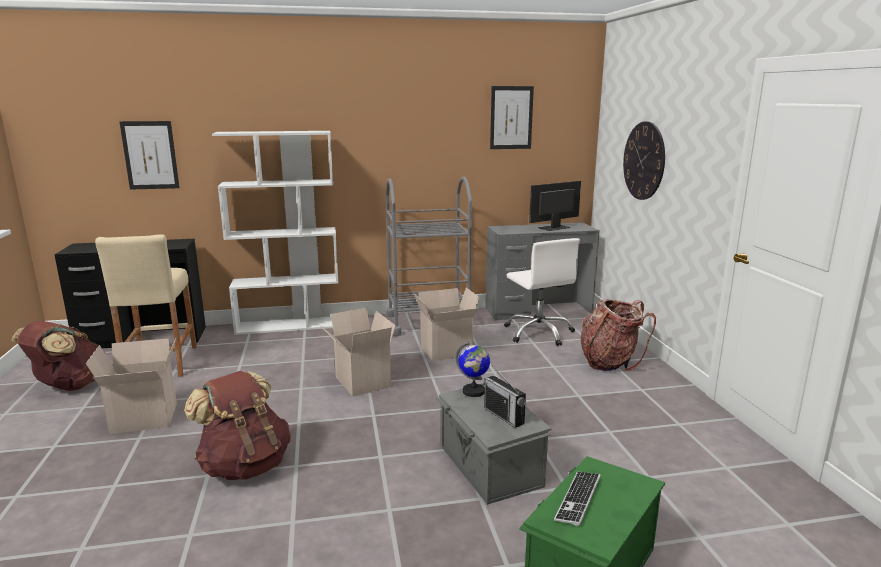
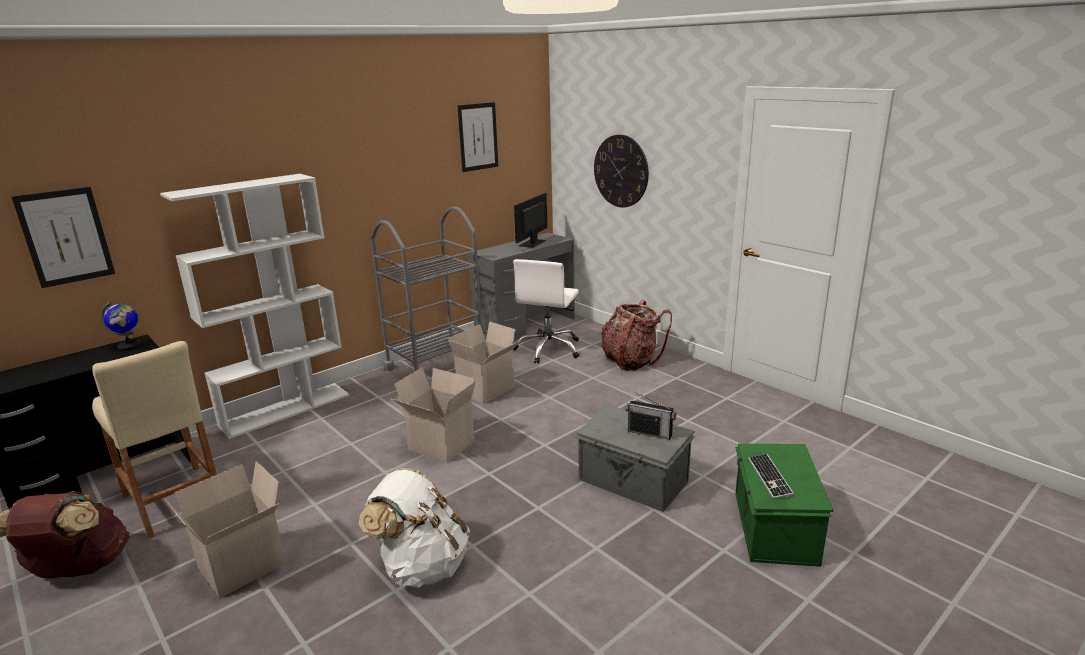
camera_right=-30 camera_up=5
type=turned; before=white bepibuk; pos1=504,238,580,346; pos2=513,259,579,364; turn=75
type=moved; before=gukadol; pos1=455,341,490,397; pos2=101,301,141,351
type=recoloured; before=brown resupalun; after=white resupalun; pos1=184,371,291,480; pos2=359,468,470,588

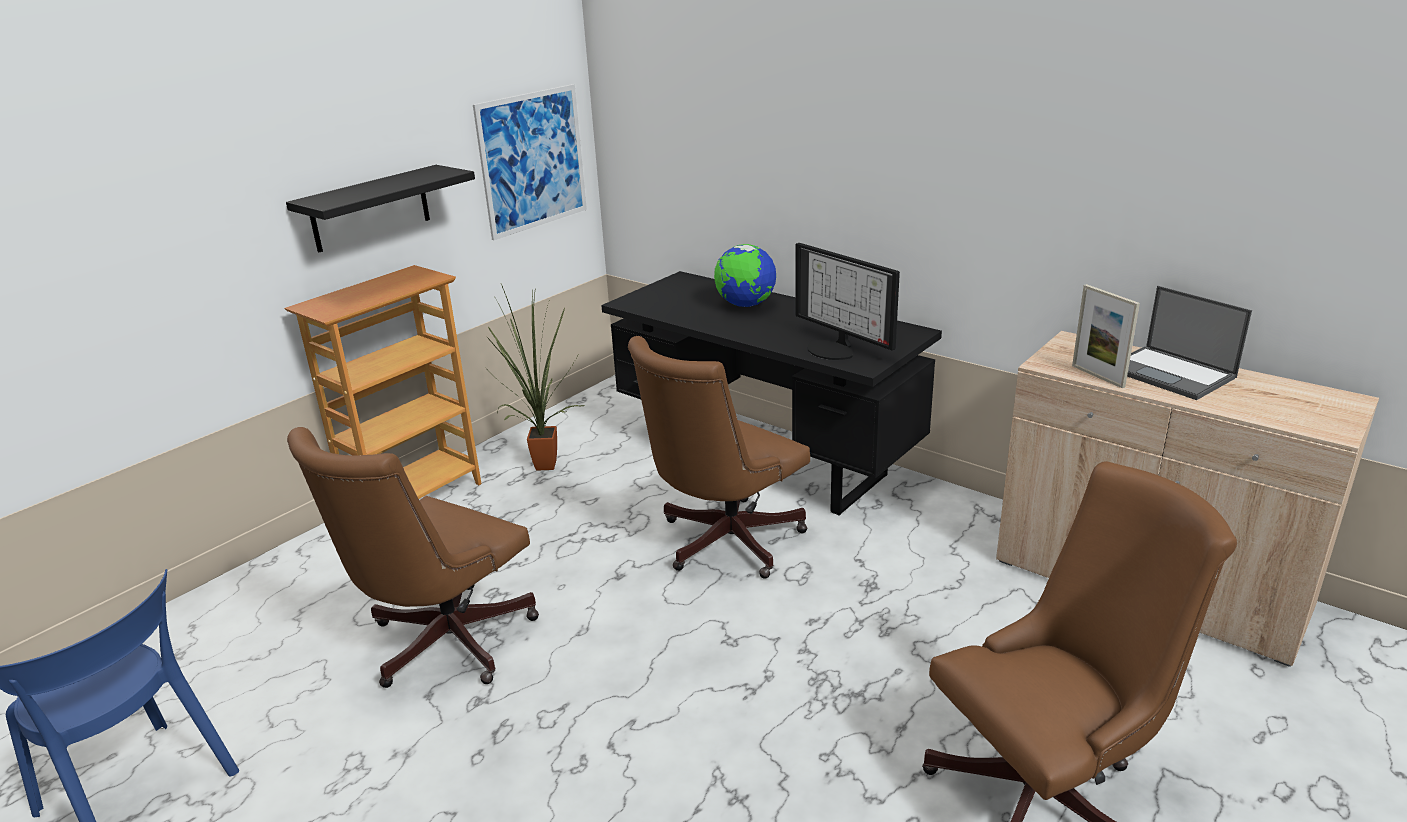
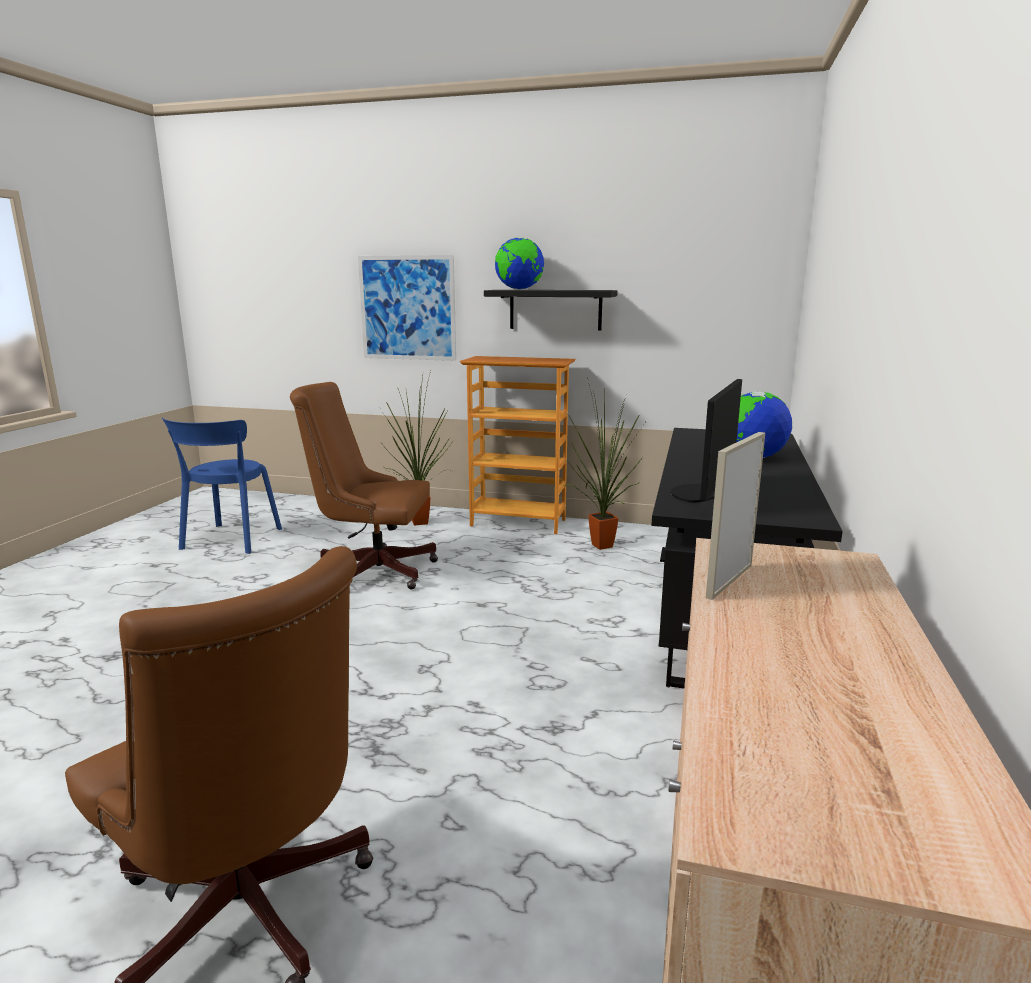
camera_right=65 camera_up=-10
type=moved; before=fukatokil; pos1=473,84,587,240; pos2=358,255,456,361
type=removed; before=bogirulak; pos1=1127,286,1252,400
type=removed; before=brown bepibuk; pos1=628,336,810,579
type=added; after=gukadol; pos2=495,237,544,290
type=added; after=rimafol; pos2=379,371,453,525

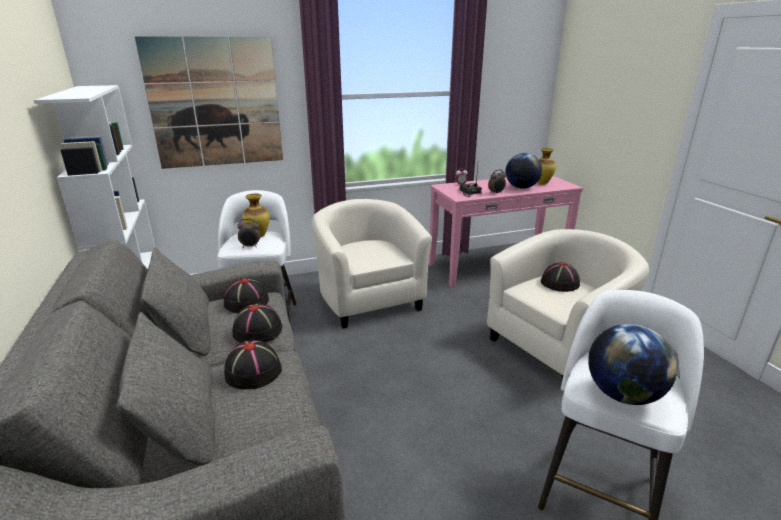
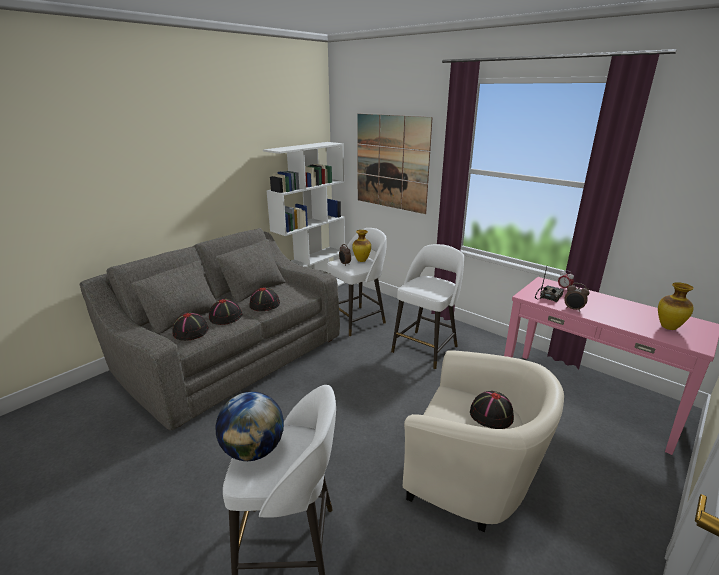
camera_right=60 camera_up=0
type=removed; before=gukadol; pos1=506,153,542,189
type=replaced; before=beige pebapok; after=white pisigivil; pos1=312,199,432,328; pos2=391,244,464,369
type=moved; before=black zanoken; pos1=224,278,269,313; pos2=172,312,209,341

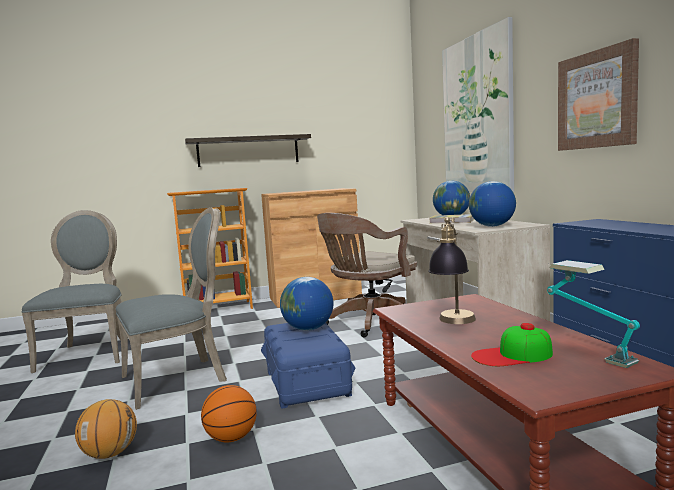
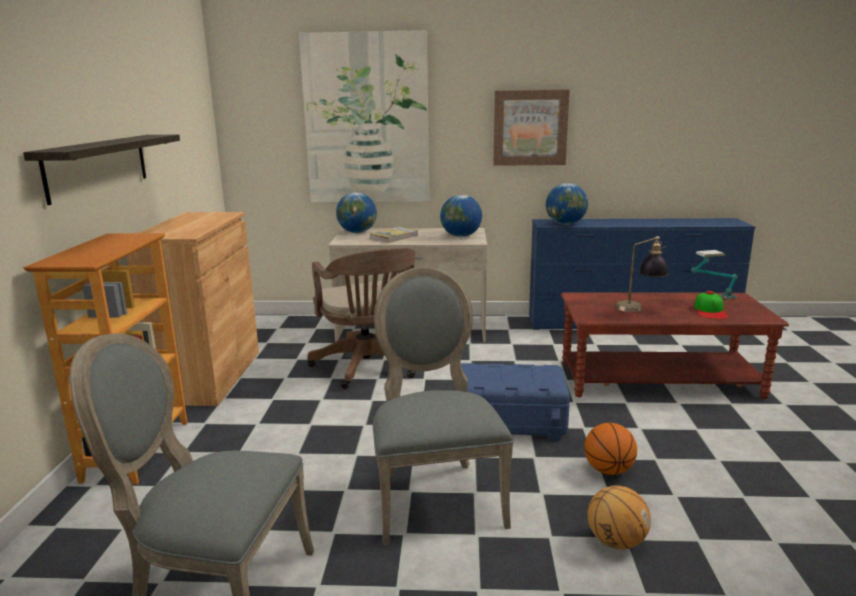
camera_right=-70 camera_up=10
type=moved; before=gukadol; pos1=280,277,333,331; pos2=546,183,588,225

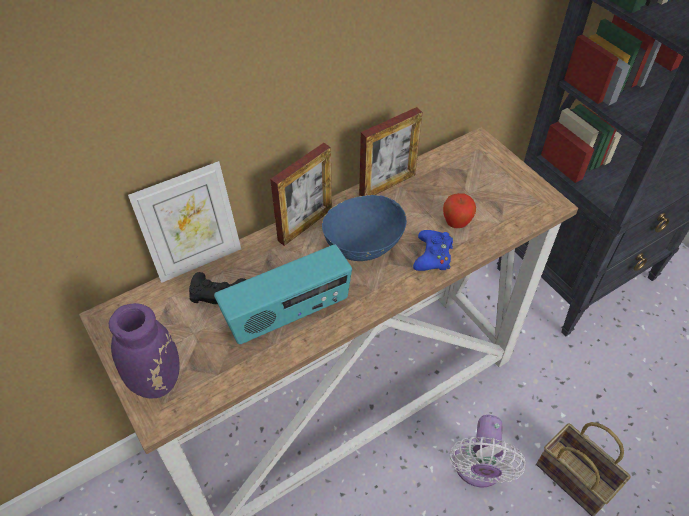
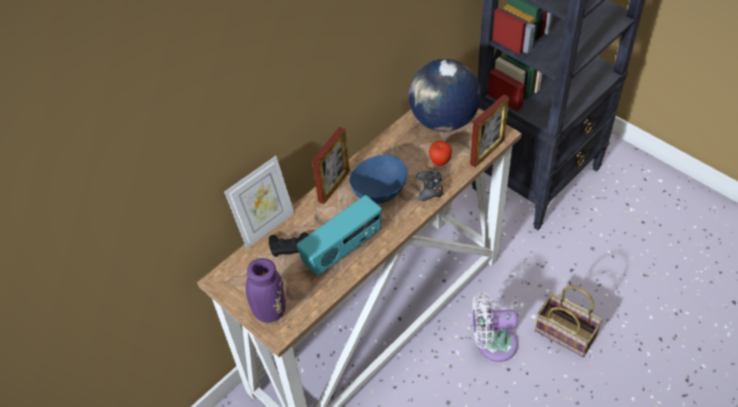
camera_right=-10 camera_up=0
type=moved; before=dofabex; pos1=359,107,423,196; pos2=470,94,509,168
type=recoloured; before=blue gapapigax; after=black gapapigax; pos1=413,230,453,271; pos2=416,170,444,201
type=turned; before=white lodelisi; pos1=449,415,526,488; pos2=472,293,518,362; turn=90
type=added; after=gukadol; pos2=408,59,481,132

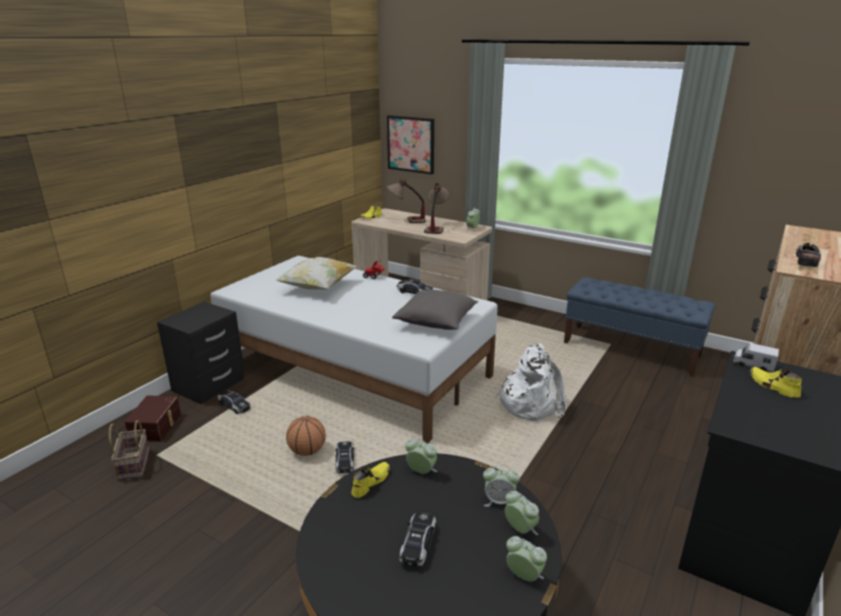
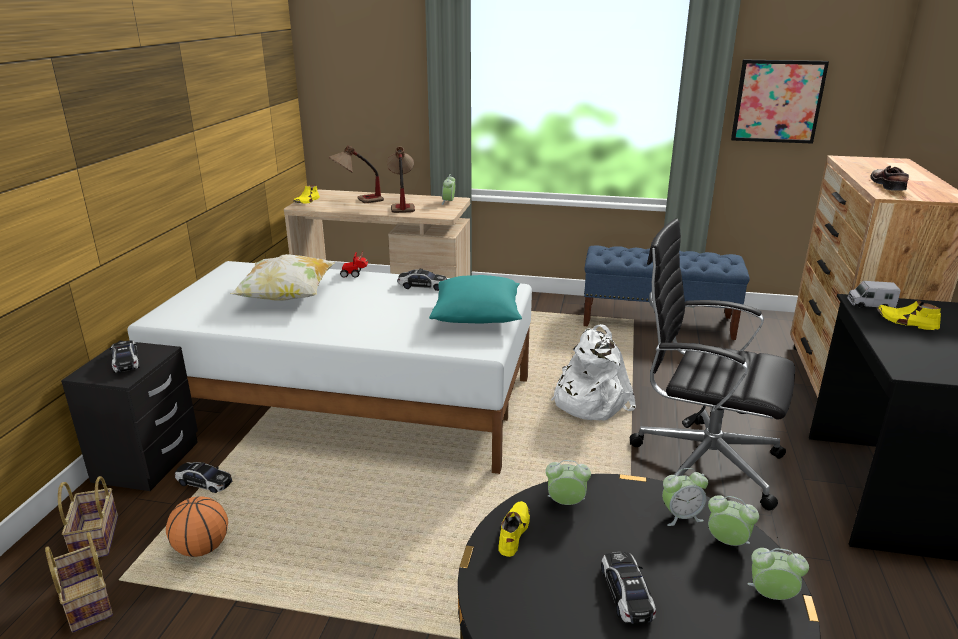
camera_right=-20 camera_up=0
type=moved; before=fukatokil; pos1=387,115,434,174; pos2=731,59,829,144
type=recoloured; before=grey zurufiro; after=turquoise zurufiro; pos1=392,289,478,330; pos2=429,275,522,323
type=replaced; before=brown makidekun; after=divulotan; pos1=124,395,181,441; pos2=58,476,118,557
type=moved; before=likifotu; pos1=286,416,326,456; pos2=166,496,228,557
type=moved; before=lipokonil; pos1=335,442,354,474; pos2=109,340,140,373
type=added; after=black bepibuk; pos2=630,219,795,510

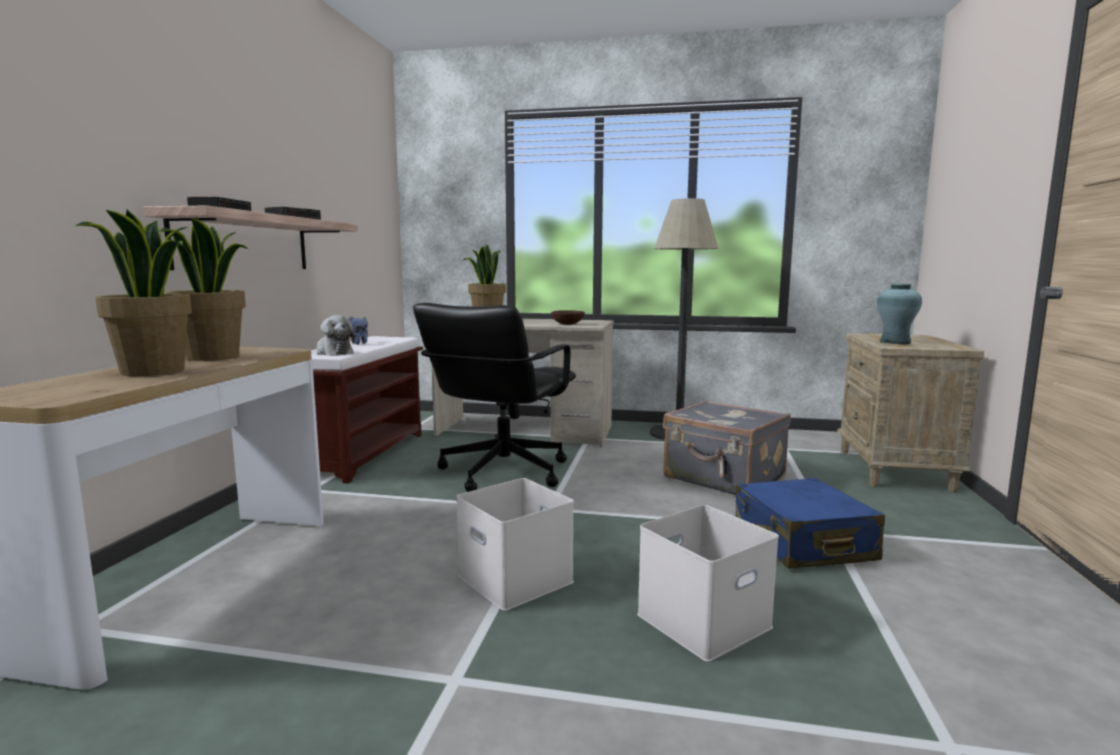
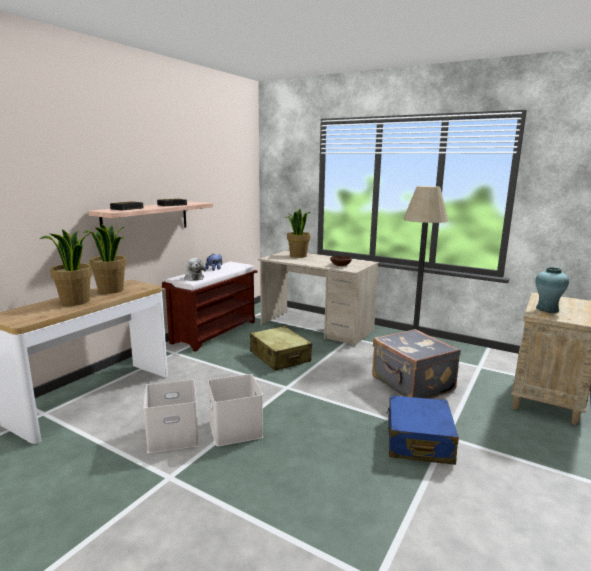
camera_right=20 camera_up=5
type=replaced; before=black bepibuk; after=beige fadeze; pos1=413,303,576,492; pos2=250,326,312,371
type=moved; before=white makidekun; pos1=637,505,779,662; pos2=143,379,199,453

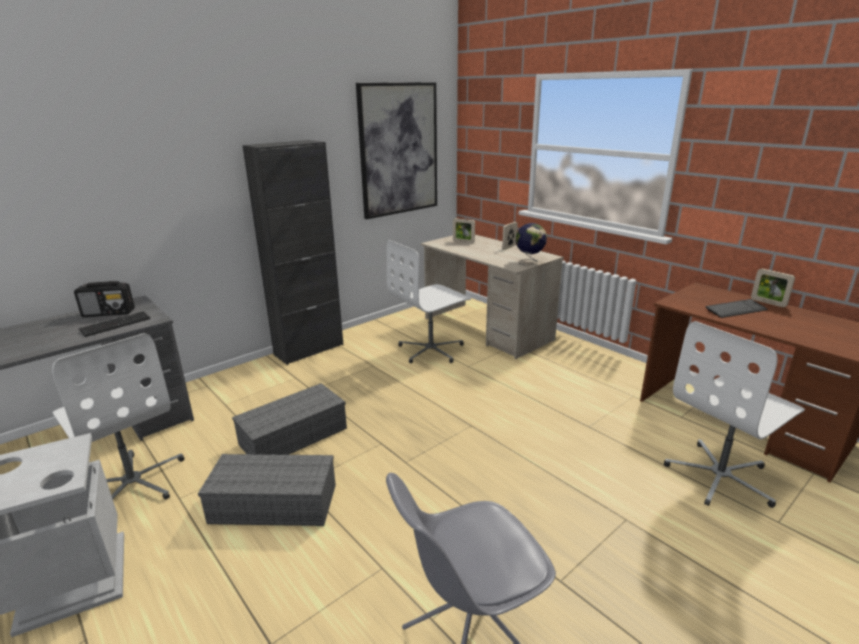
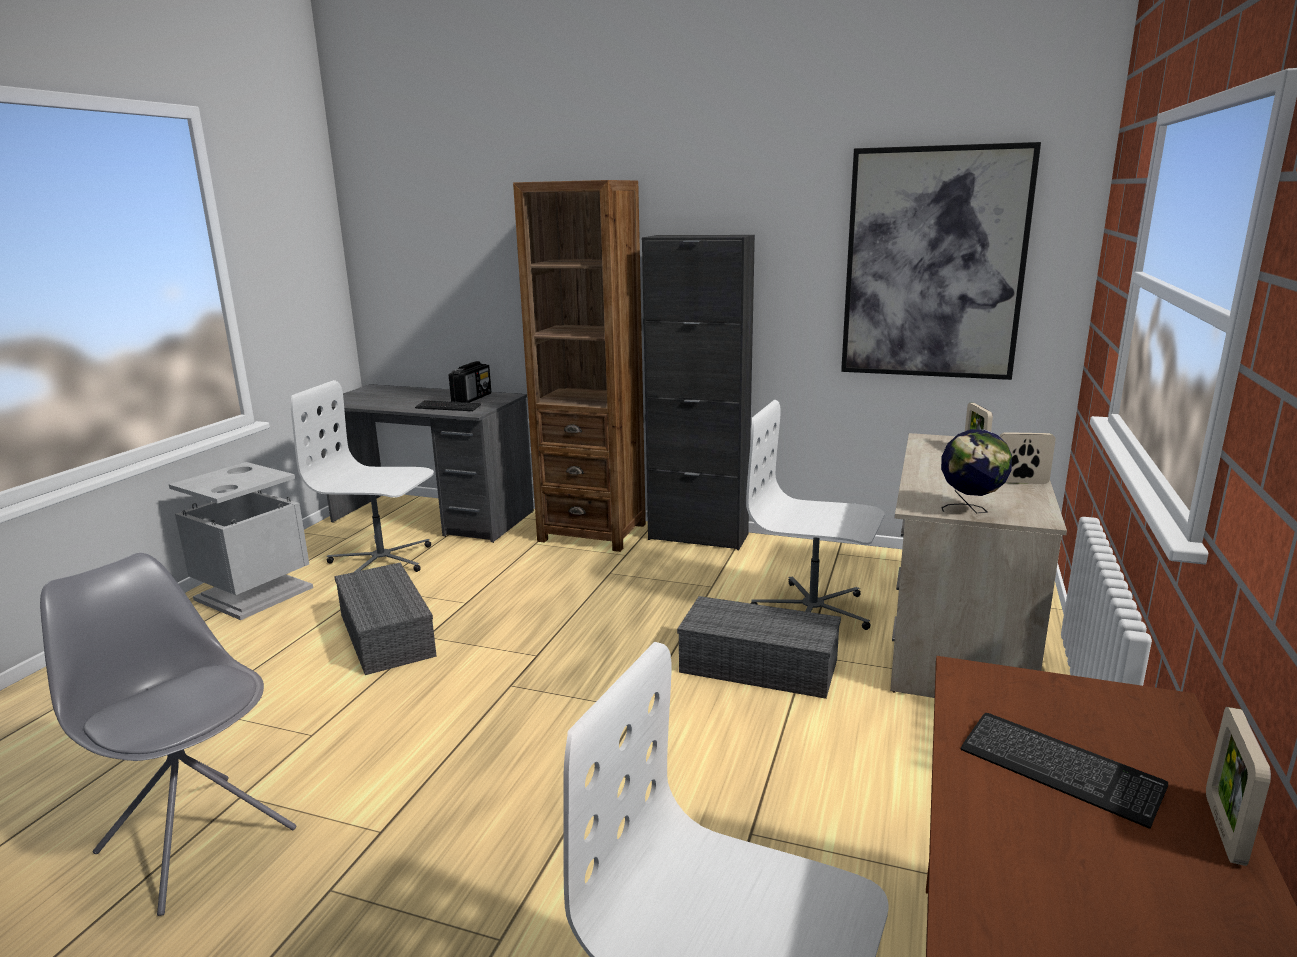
camera_right=60 camera_up=-5
type=turned; before=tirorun; pos1=74,281,135,317; pos2=449,361,491,403; turn=-120
type=turned; before=white bepibuk; pos1=52,333,185,500; pos2=291,380,434,572; turn=90
type=moved; before=grey makidekun; pos1=232,383,347,455; pos2=677,596,841,699
type=added; after=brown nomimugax; pos2=513,180,646,552

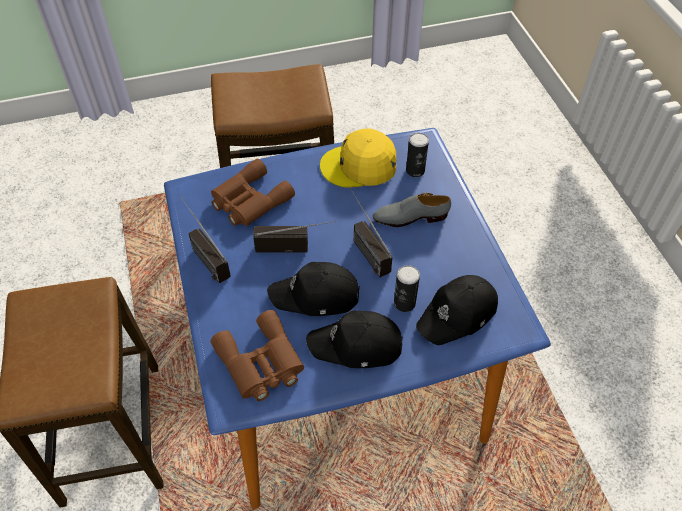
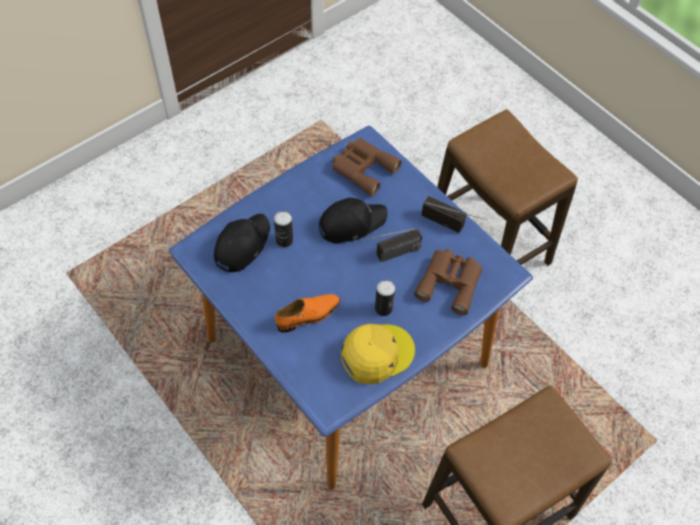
camera_right=155 camera_up=5
type=moved; before=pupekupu; pos1=406,133,429,177; pos2=375,280,395,316
type=removed; before=tirorun; pos1=350,187,392,277
type=recoloured; before=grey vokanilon; after=orange vokanilon; pos1=373,192,451,227; pos2=275,294,340,332
type=removed; before=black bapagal; pos1=306,310,403,368

